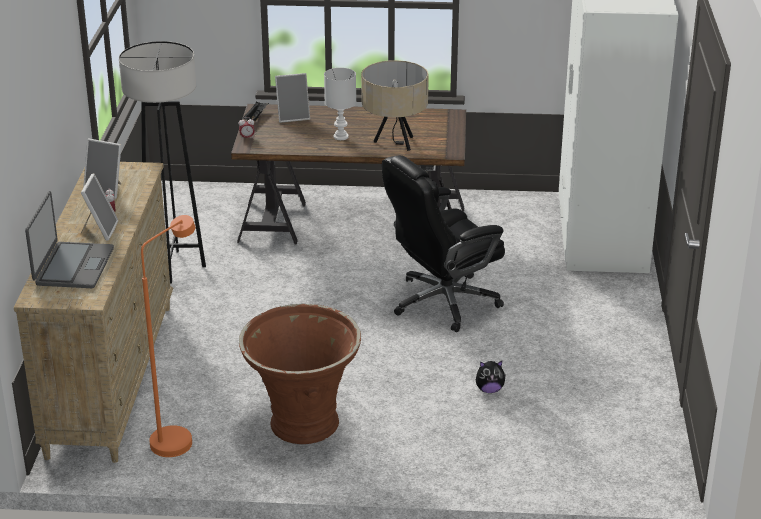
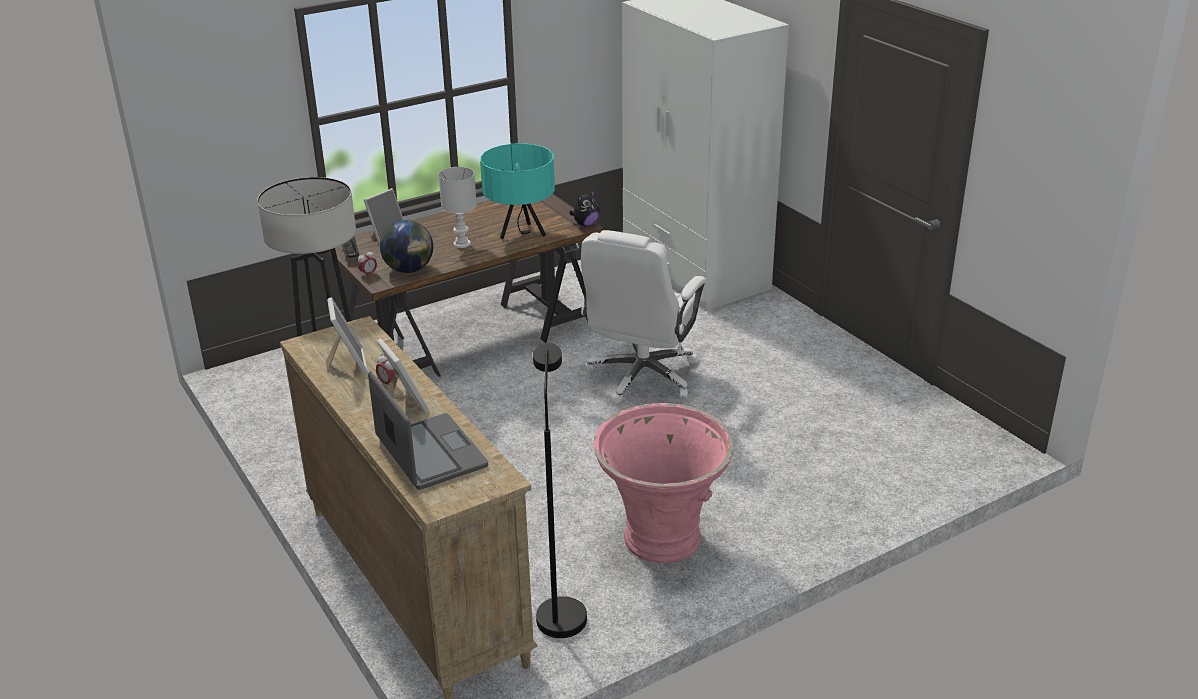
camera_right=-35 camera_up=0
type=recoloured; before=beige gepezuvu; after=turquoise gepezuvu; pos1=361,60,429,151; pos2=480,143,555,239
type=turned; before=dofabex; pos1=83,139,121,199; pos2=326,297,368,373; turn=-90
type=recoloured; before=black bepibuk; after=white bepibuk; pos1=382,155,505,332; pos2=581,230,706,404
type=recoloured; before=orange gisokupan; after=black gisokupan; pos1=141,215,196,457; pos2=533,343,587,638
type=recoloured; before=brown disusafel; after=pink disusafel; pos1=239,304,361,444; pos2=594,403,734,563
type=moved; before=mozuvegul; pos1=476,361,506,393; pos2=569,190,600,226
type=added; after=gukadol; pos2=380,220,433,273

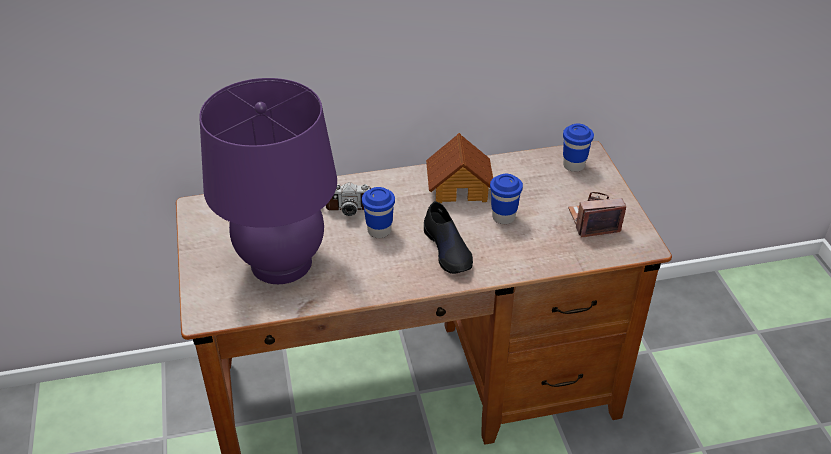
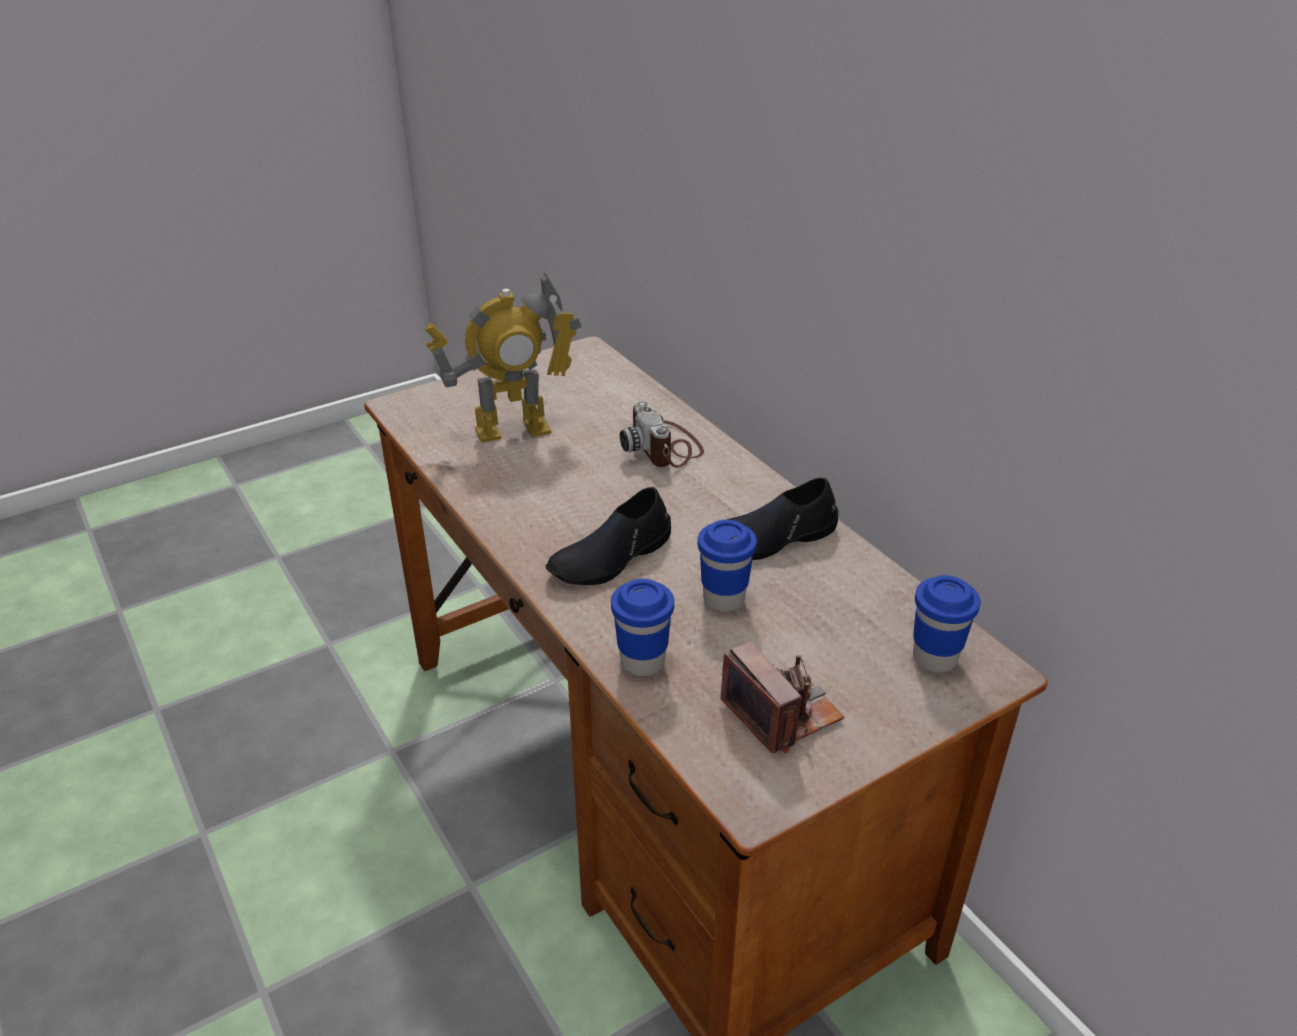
camera_right=70 camera_up=-5
type=replaced; before=purple gepezuvu; after=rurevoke; pos1=199,78,337,284; pos2=425,272,581,443
type=replaced; before=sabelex; after=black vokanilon; pos1=426,133,493,203; pos2=726,478,838,560
type=moved; before=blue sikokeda; pos1=362,187,395,238; pos2=611,579,674,676

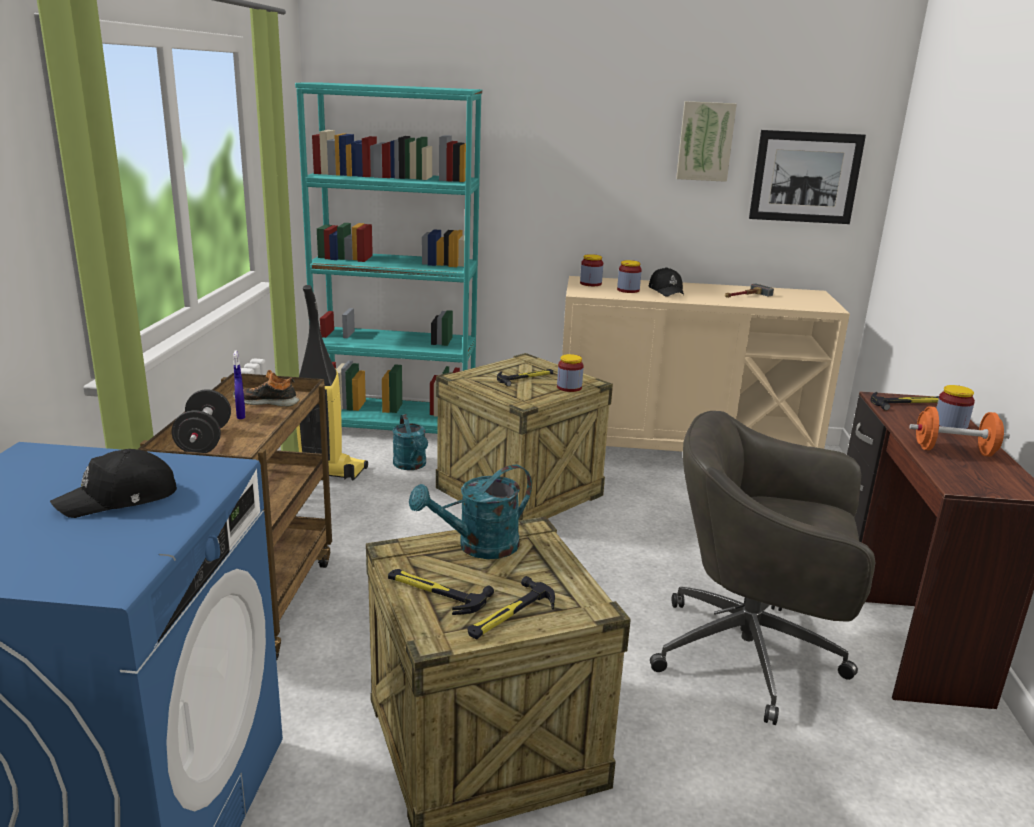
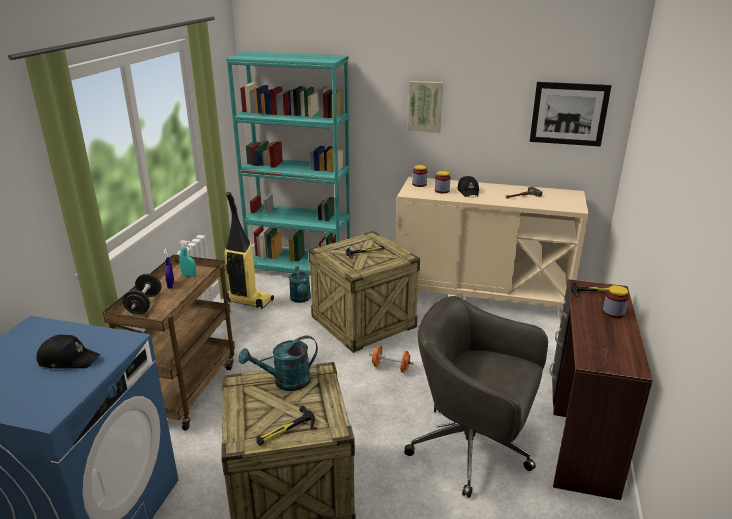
camera_right=10 camera_up=5
type=moved; before=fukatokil; pos1=676,101,737,182; pos2=408,81,443,133
type=removed; before=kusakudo; pos1=557,354,584,392
type=replaced; before=vokanilon; after=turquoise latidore; pos1=233,370,299,407; pos2=179,240,196,277
type=moved; before=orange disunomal; pos1=909,406,1010,456; pos2=369,345,414,373
type=turned; before=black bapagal; pos1=50,449,177,518; pos2=36,335,100,369; turn=-150
type=removed; before=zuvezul; pos1=388,569,494,615

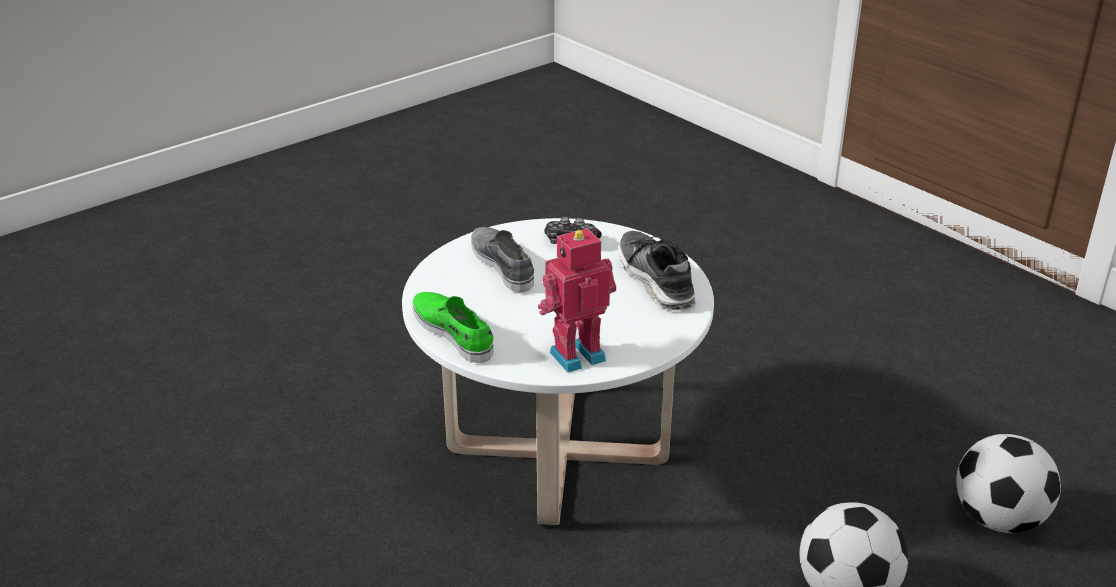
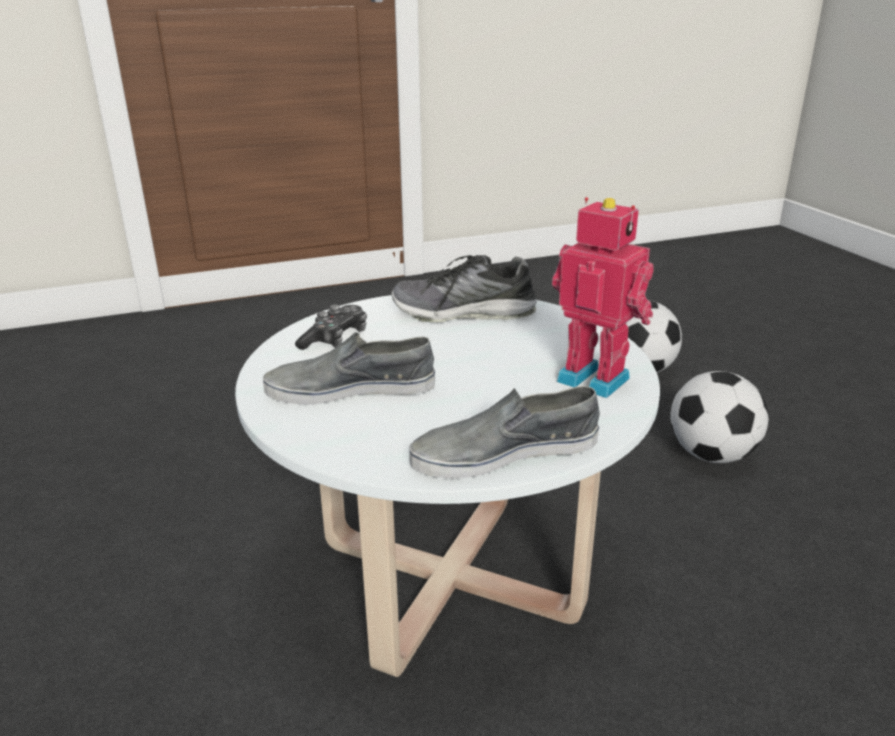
camera_right=-70 camera_up=-5
type=turned; before=rurevoke; pos1=538,228,616,373; pos2=552,197,654,398; turn=135
type=recoloured; before=green vokanilon; after=grey vokanilon; pos1=413,292,494,363; pos2=410,386,600,478

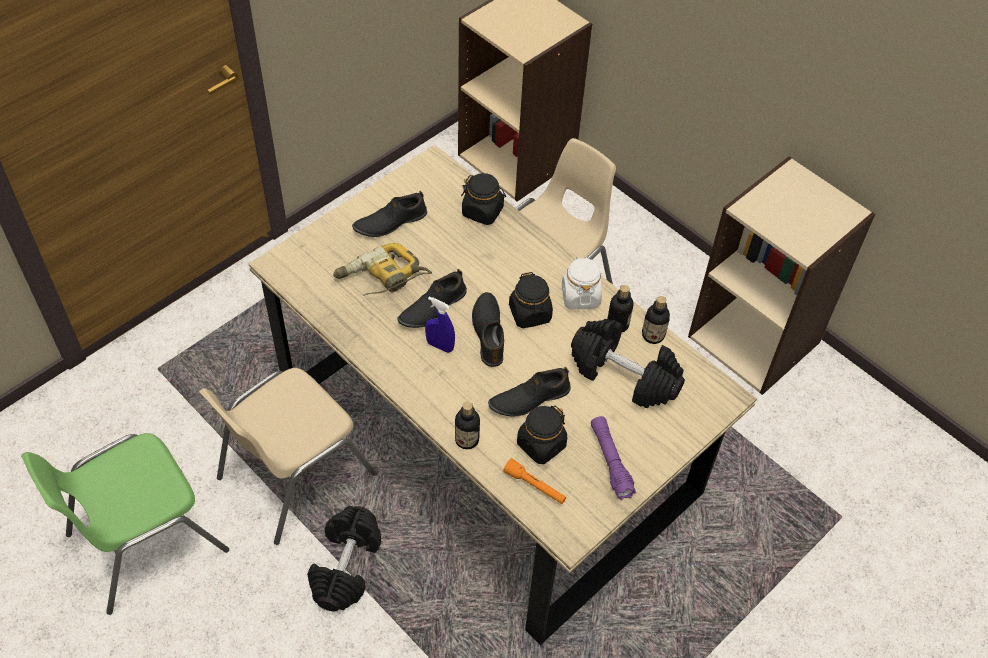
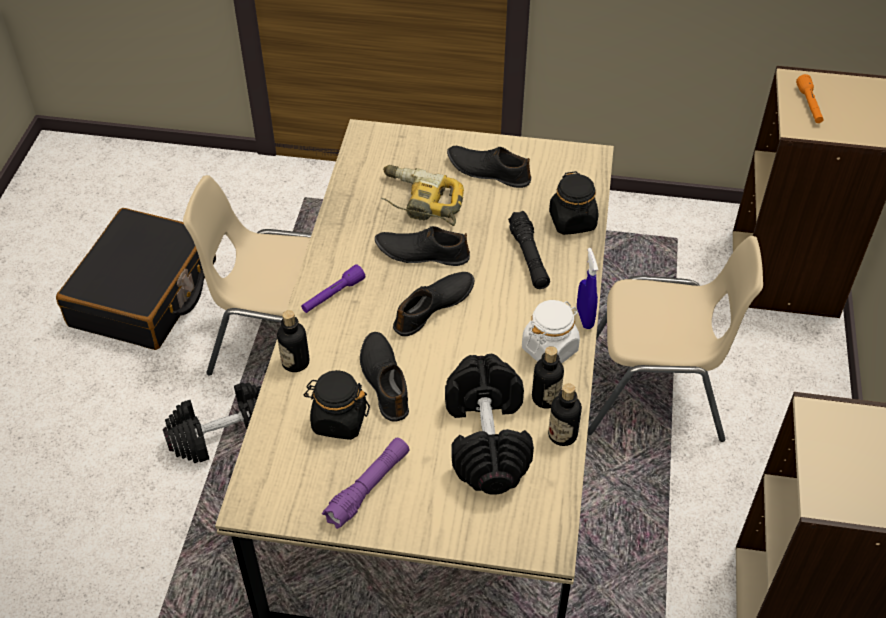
camera_right=55 camera_up=-5
type=removed; before=black kusakudo; pos1=509,272,553,328
type=moved; before=blue latidore; pos1=425,296,455,353; pos2=577,248,598,329
type=turned; before=black vokanilon; pos1=488,367,571,417; pos2=360,332,409,422; turn=45
type=replaced; before=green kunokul; after=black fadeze; pos1=21,433,229,615; pos2=56,208,216,350
type=moved; before=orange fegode; pos1=503,458,566,504; pos2=796,74,824,123
type=added; after=black fegode; pos2=508,211,550,289
type=added; after=purple fegode; pos2=301,264,365,313

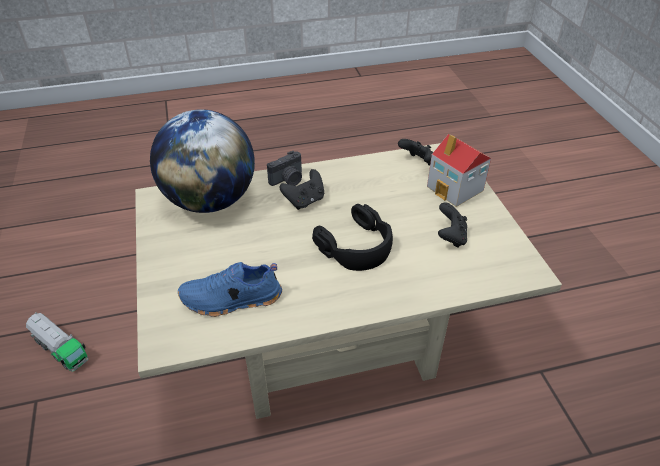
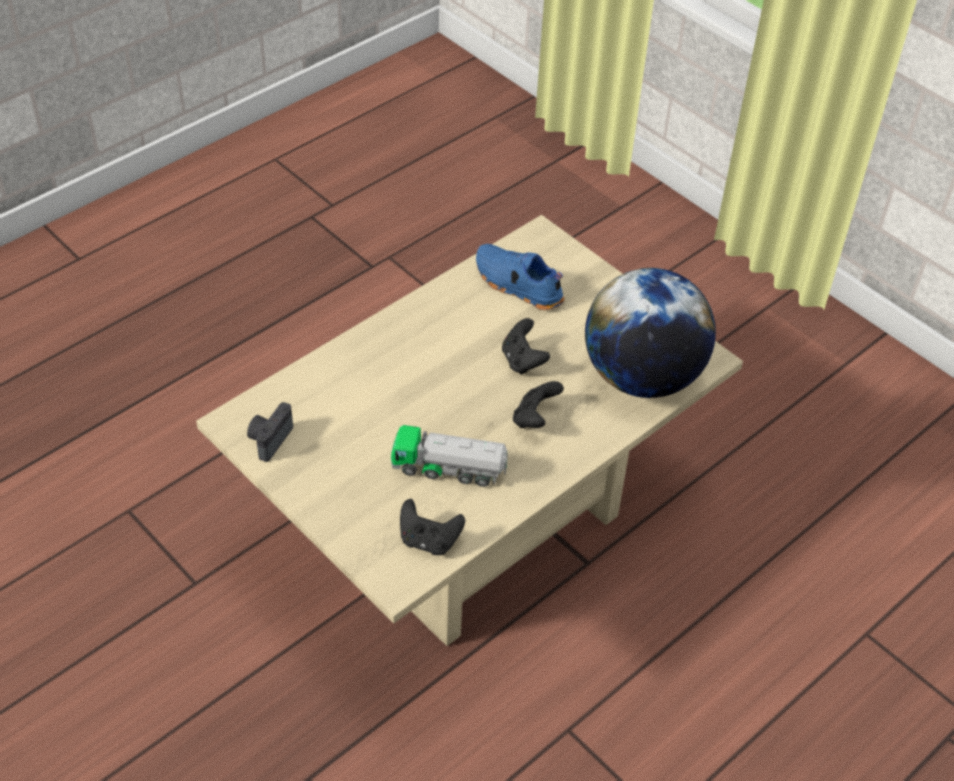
camera_right=150 camera_up=5
type=removed; before=sabelex; pos1=427,134,491,207
type=moved; before=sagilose; pos1=267,151,302,186; pos2=247,402,293,462
type=moved; before=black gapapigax; pos1=438,202,467,248; pos2=502,318,550,375
type=removed; before=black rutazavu; pos1=312,204,393,271
type=turned; before=blue vokanilon; pos1=178,262,282,317; pos2=476,244,564,310; turn=-105
type=moved; before=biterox; pos1=26,312,89,372; pos2=391,425,508,487

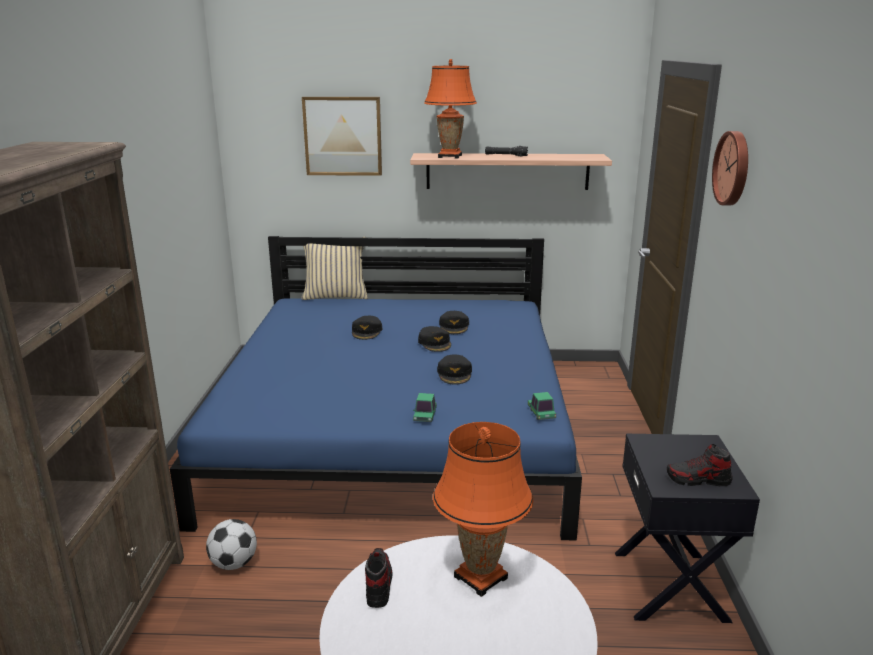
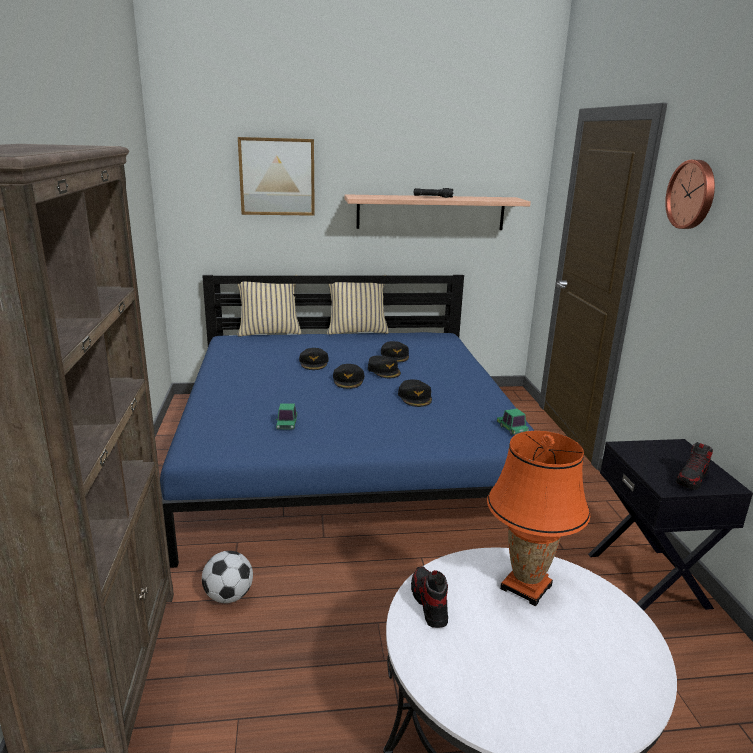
camera_right=-10 camera_up=0
type=removed; before=orange gepezuvu; pos1=424,59,477,159
type=moved; before=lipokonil; pos1=413,393,437,422; pos2=276,403,297,430
type=turned; before=vokanilon; pos1=667,444,733,486; pos2=676,442,713,490; turn=-45
type=added; after=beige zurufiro; pos2=327,282,389,335
type=added; after=black bapagal; pos2=333,364,364,389

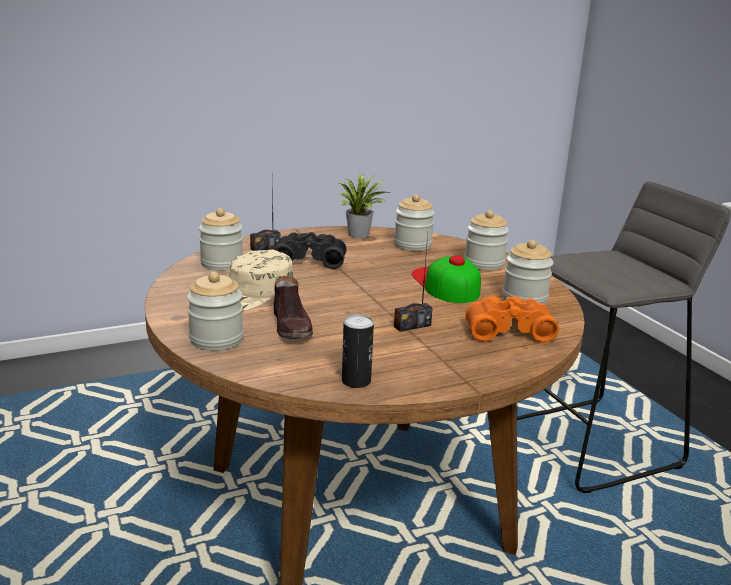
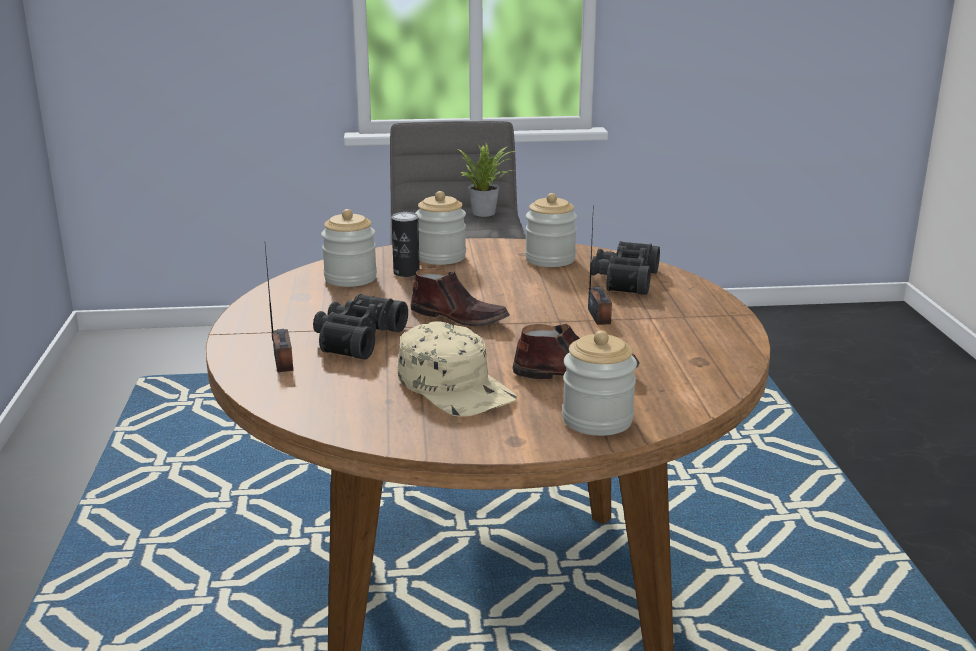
camera_right=-70 camera_up=0
type=moved; before=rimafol; pos1=339,173,390,238; pos2=458,142,519,217
type=removed; before=kusakudo; pos1=199,208,243,271
type=removed; before=bapagal; pos1=412,256,481,303
type=recoloured; before=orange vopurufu; after=black vopurufu; pos1=465,296,559,343; pos2=591,241,660,295
type=moved; before=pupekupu; pos1=342,314,374,388; pos2=392,212,420,277
type=added; after=brown vokanilon; pos2=411,268,510,326

